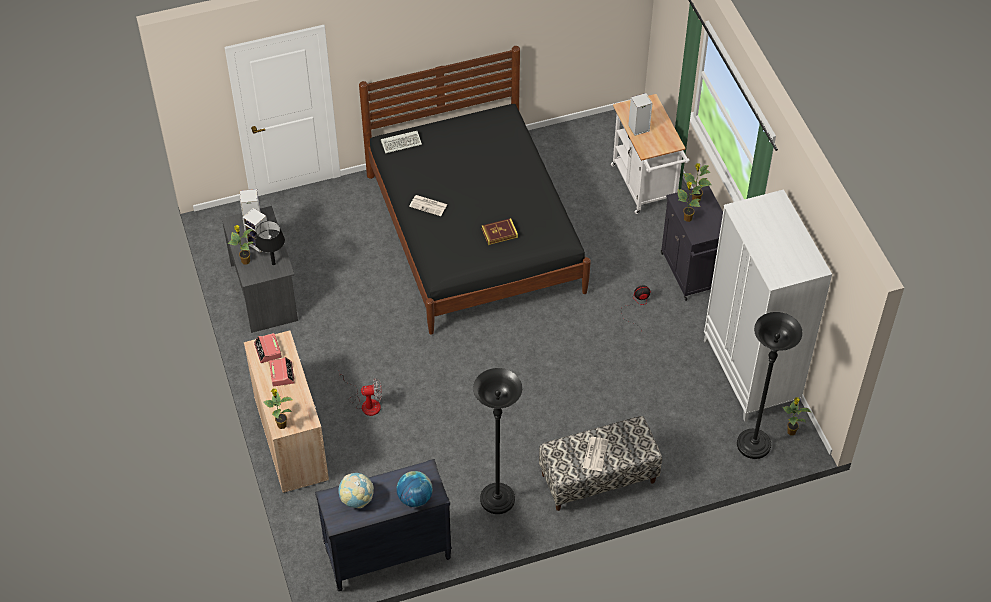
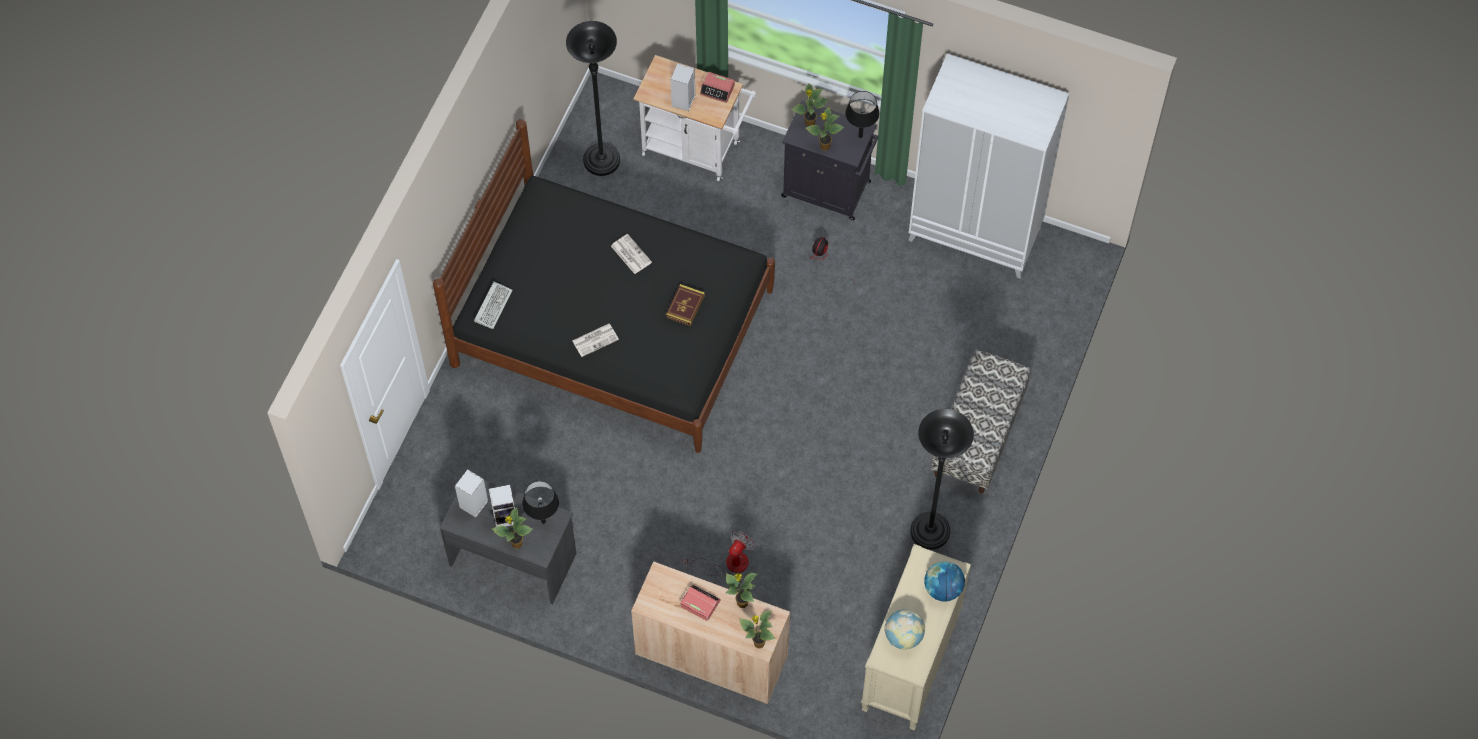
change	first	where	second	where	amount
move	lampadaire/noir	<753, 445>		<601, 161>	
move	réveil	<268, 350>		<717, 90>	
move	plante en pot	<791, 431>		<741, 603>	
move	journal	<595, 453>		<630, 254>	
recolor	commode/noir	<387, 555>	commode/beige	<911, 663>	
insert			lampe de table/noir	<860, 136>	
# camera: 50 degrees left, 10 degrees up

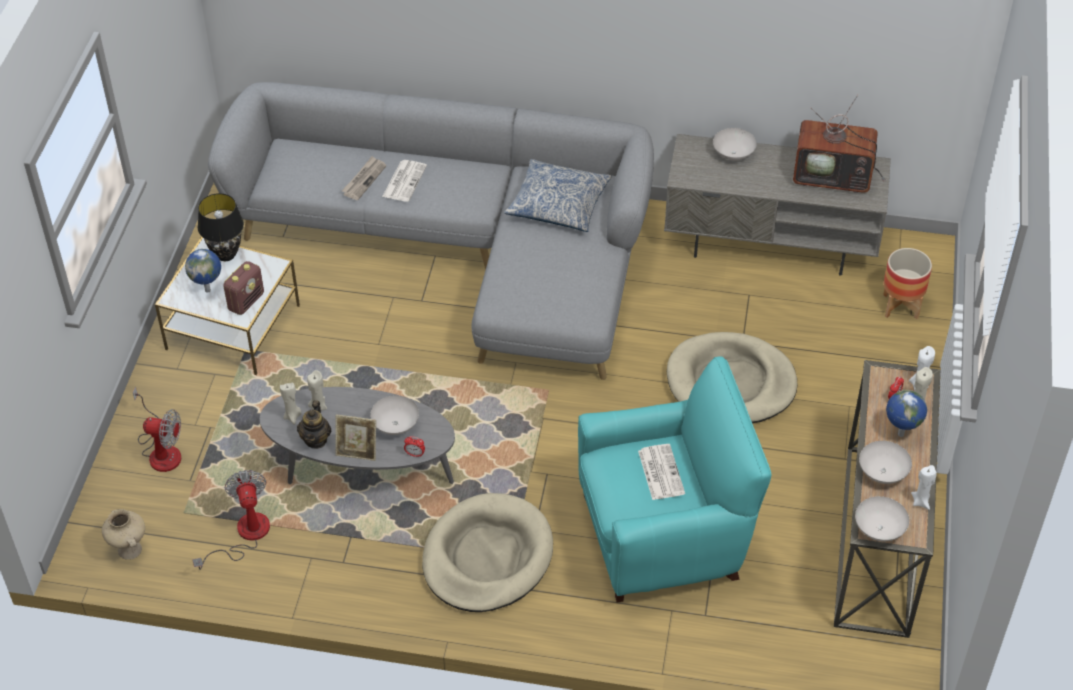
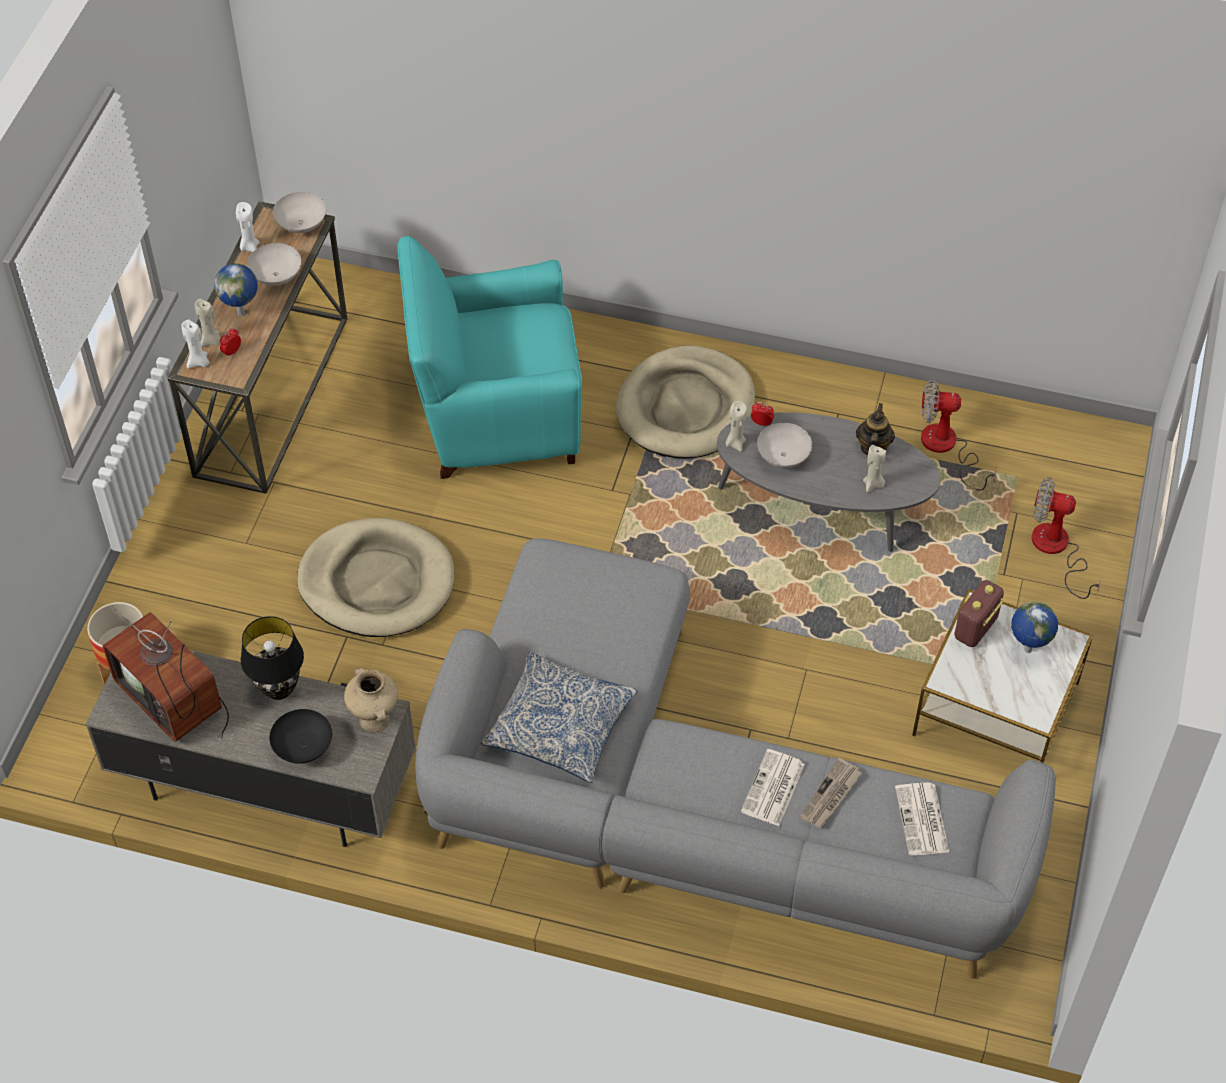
change	first	where	second	where	amount
rotate	téléviseur	<834, 176>		<175, 699>	150 degrees counterclockwise
recolor	bol/blanc	<734, 154>	bol/noir	<302, 747>	
move	lampe de table/noir	<226, 254>		<278, 690>	
move	bougie/beige	<292, 416>		<735, 443>	
delete	cadre photo	<357, 452>			
move	journal	<660, 472>		<922, 820>	
rotate	ventilateur	<244, 535>		<946, 448>	105 degrees clockwise
move	vase/beige	<129, 549>		<375, 719>	
# camera: 175 degrees left, 5 degrees up

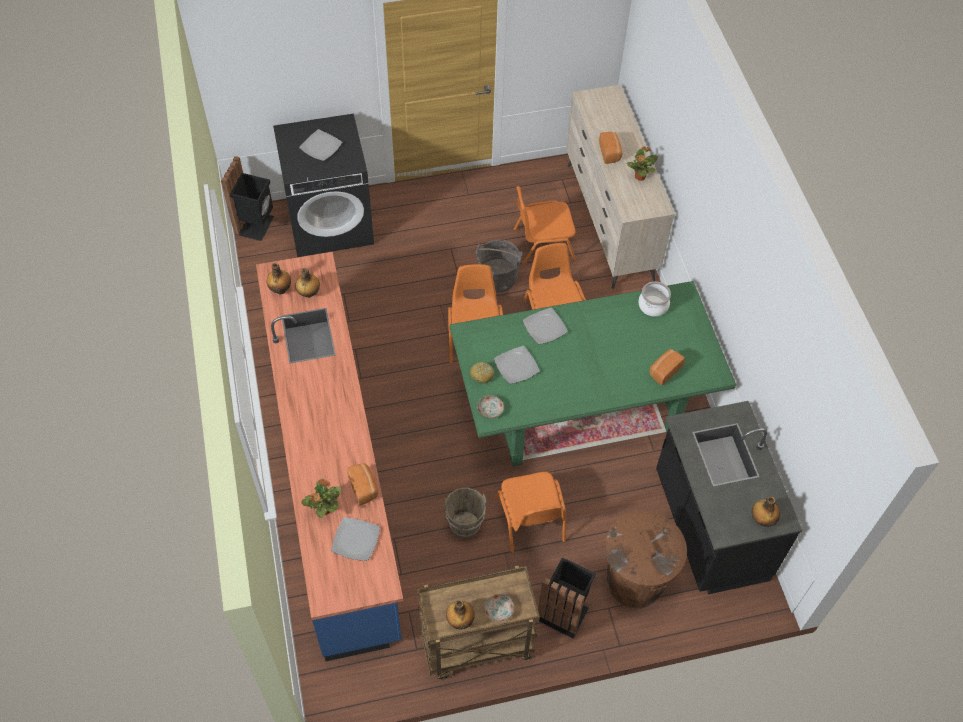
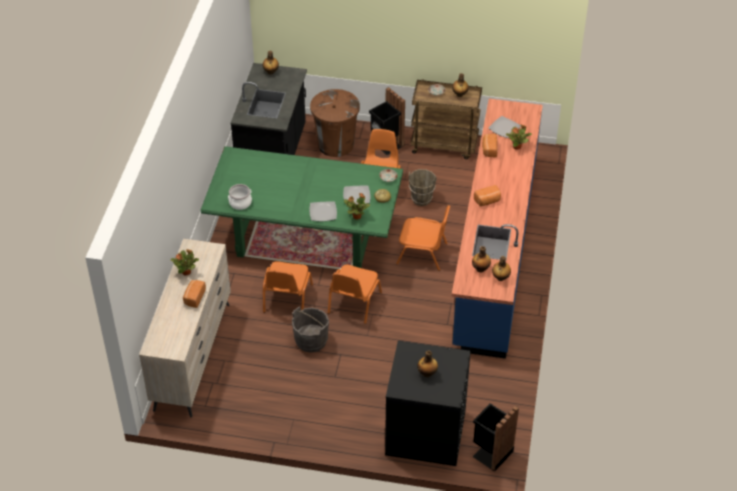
change	first	where	second	where	amount
replace	assiette	<320, 147>	bouteille	<427, 373>	
move	chaise/orange	<542, 243>		<423, 253>	
move	pain	<664, 370>		<487, 201>	
insert			plante en pot	<356, 216>	
# camera: 155 degrees left, 10 degrees down

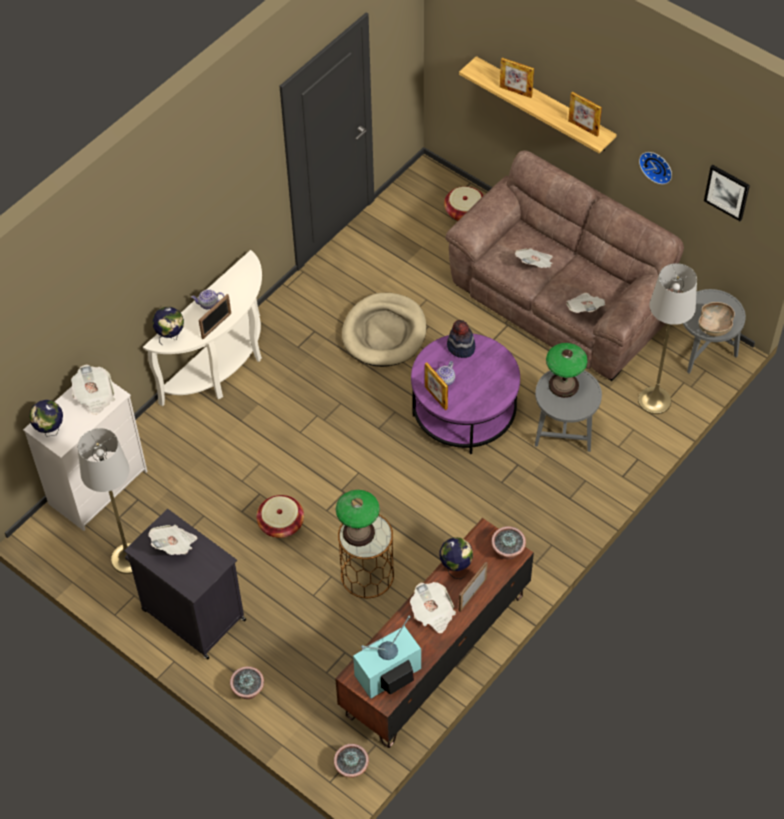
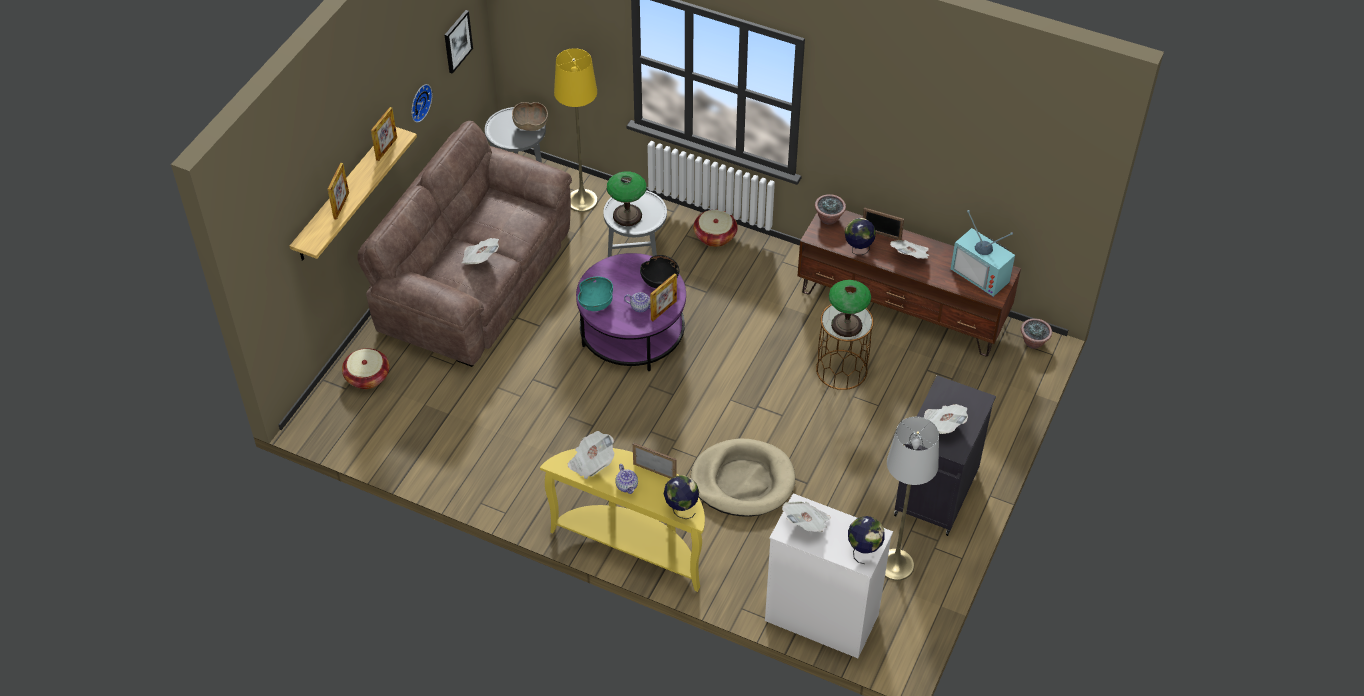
change	first	where	second	where	amount
recolor	table console/blanc	<222, 368>	table console/jaune	<633, 544>	
recolor	lampadaire/gris	<654, 400>	lampadaire/jaune	<582, 200>	
move	panier pour chien/beige	<384, 333>		<743, 481>	
move	journal	<584, 309>		<591, 462>	
replace	chapeau	<461, 347>	bol/turquoise	<596, 302>	
move	panier	<281, 523>		<715, 236>	
delete	plante en pot	<248, 690>			
insert			bol/noir	<659, 280>	
# camera: 105 degrees left, 5 degrees down

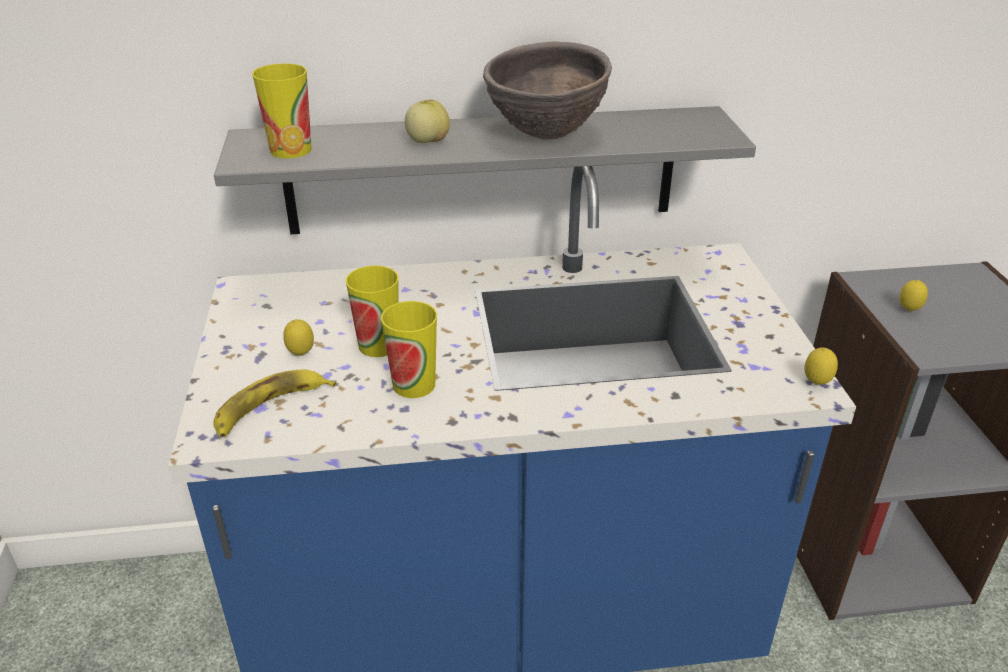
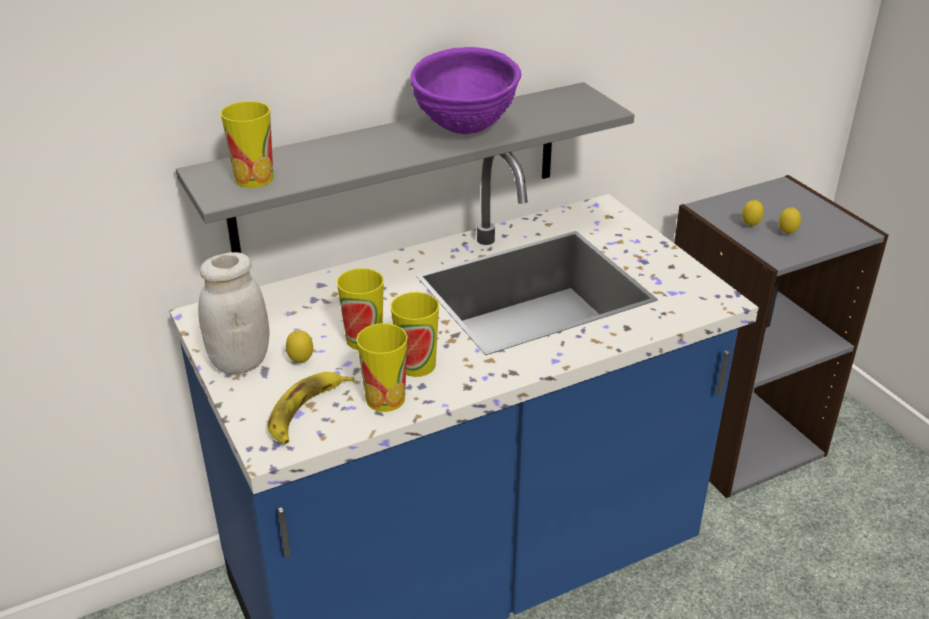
change	first	where	second	where	amount
recolor	bol/marron	<545, 135>	bol/violet	<464, 130>	
delete	pomme	<427, 141>			
move	citron	<816, 384>		<787, 233>	
insert			bocal/blanc	<240, 362>	
insert			tasse	<385, 399>	
# camera: 20 degrees left, 0 degrees up

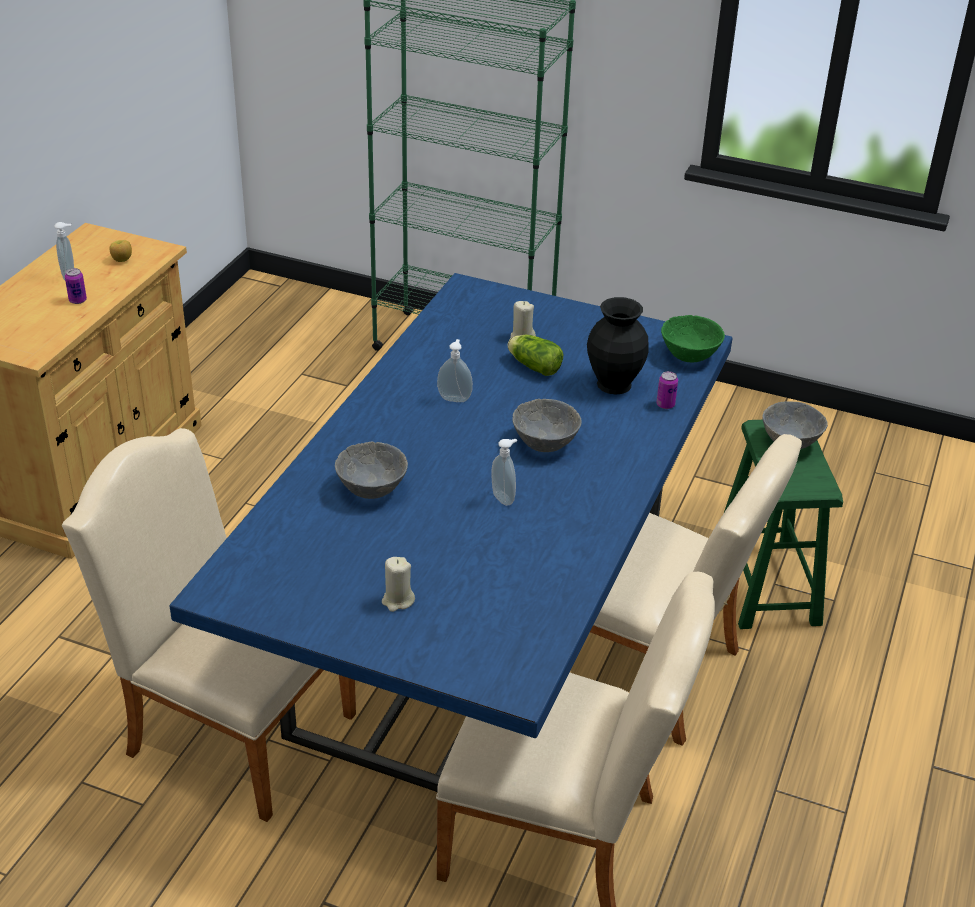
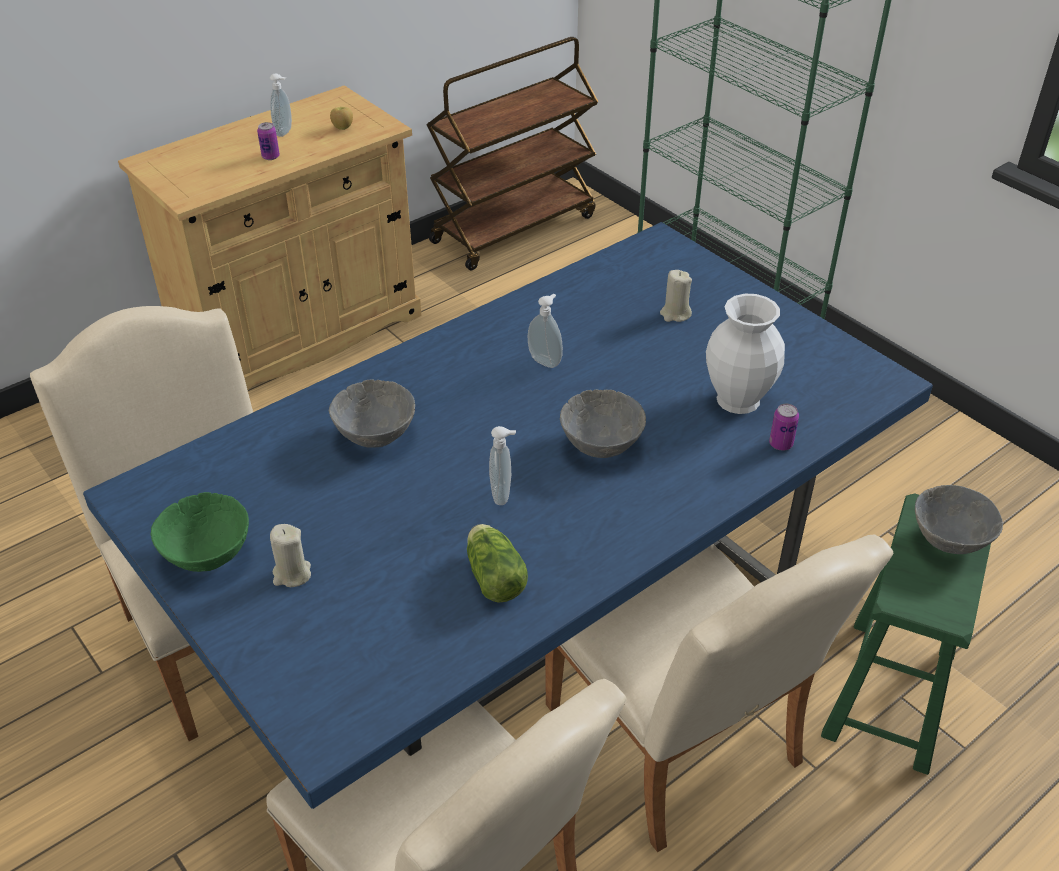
change	first	where	second	where	amount
recolor	vase/noir	<615, 384>	vase/blanc	<739, 400>	
move	bol/vert	<690, 355>		<208, 555>	
move	laitue	<533, 366>		<493, 575>	
insert			chariot/marron	<514, 228>	
# camera: 30 degrees right, 5 degrees up

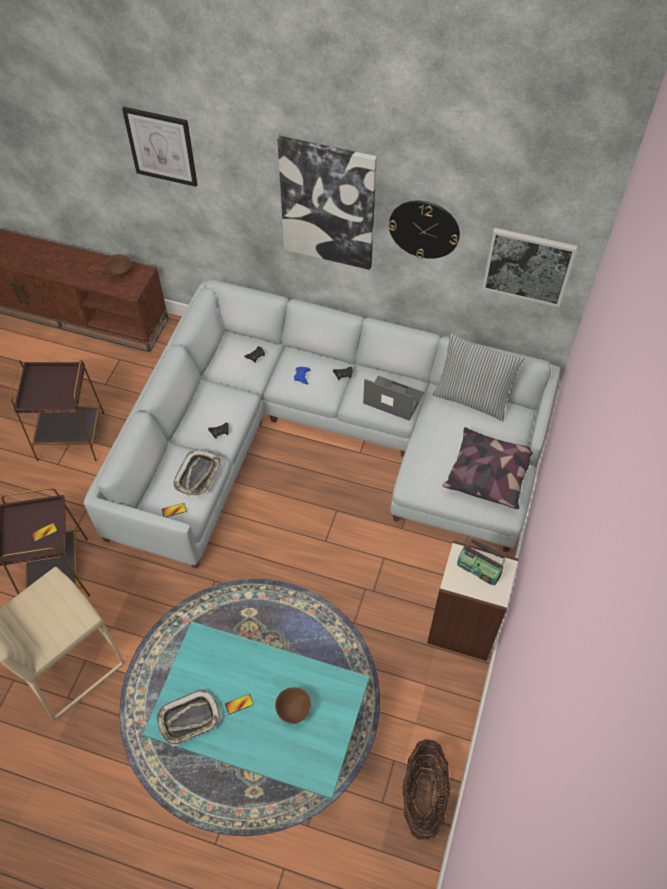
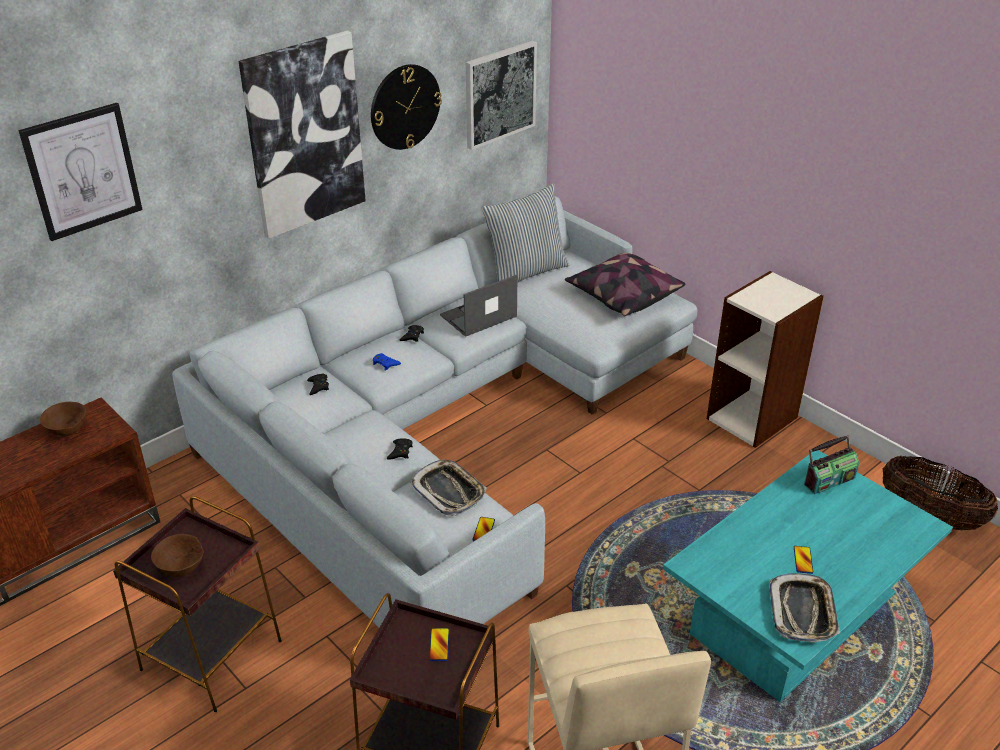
change	first	where	second	where	amount
move	radio	<479, 569>		<828, 480>	
move	bol/marron	<294, 710>		<182, 569>	
# camera: 60 degrees left, 20 degrees down

